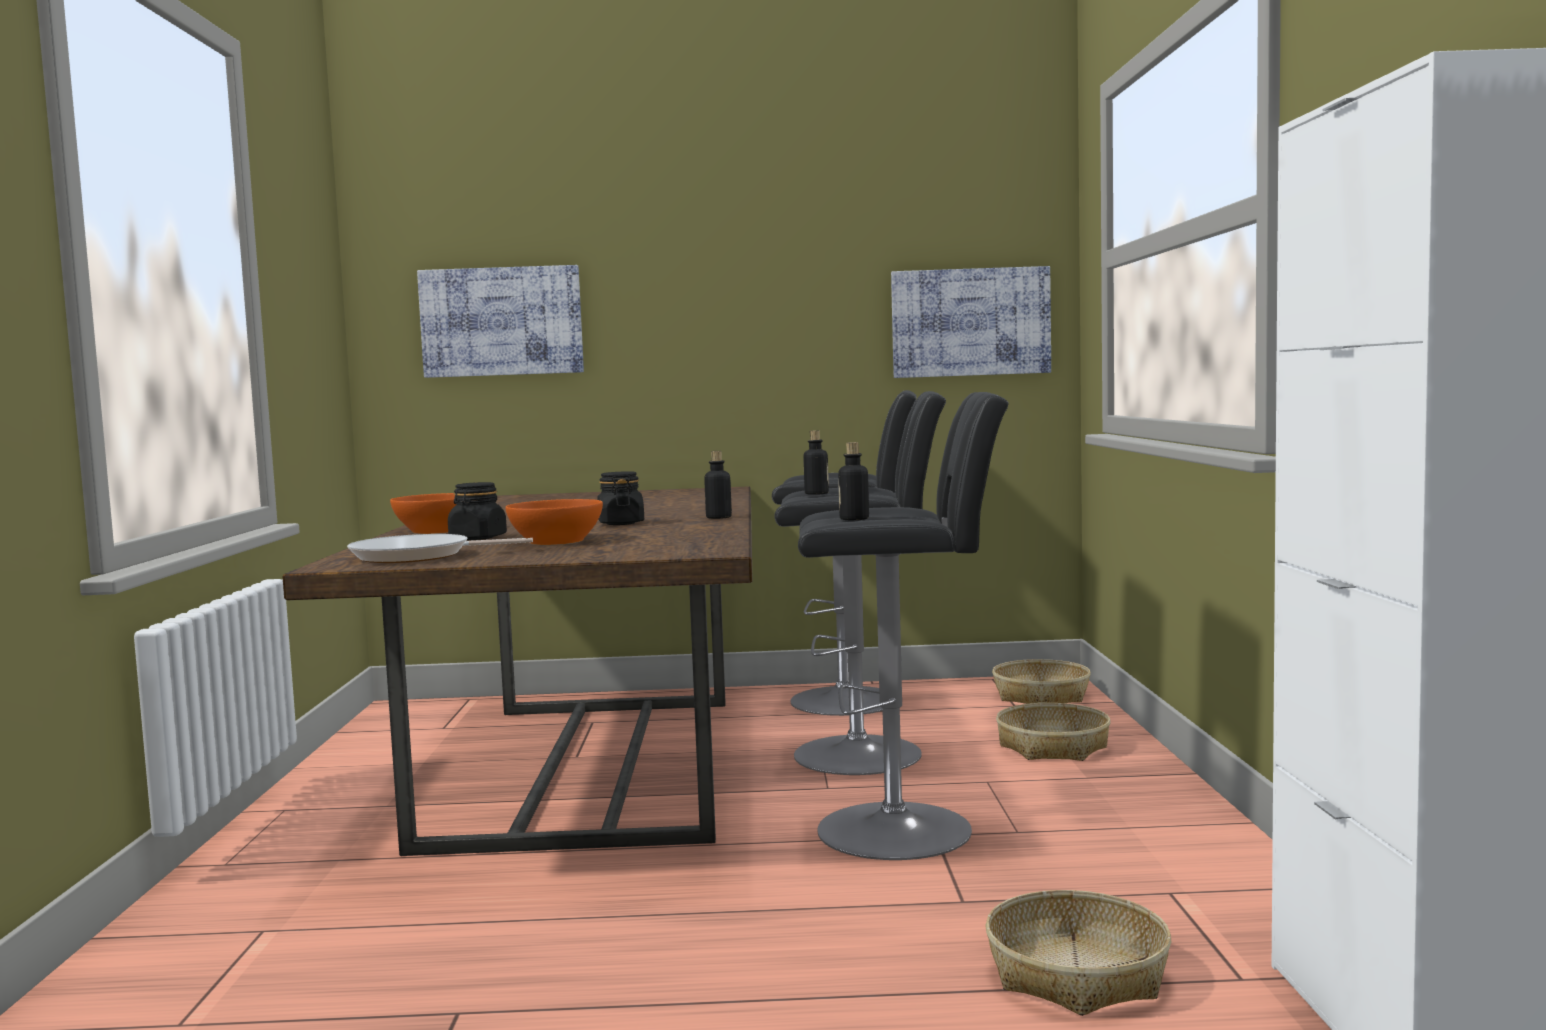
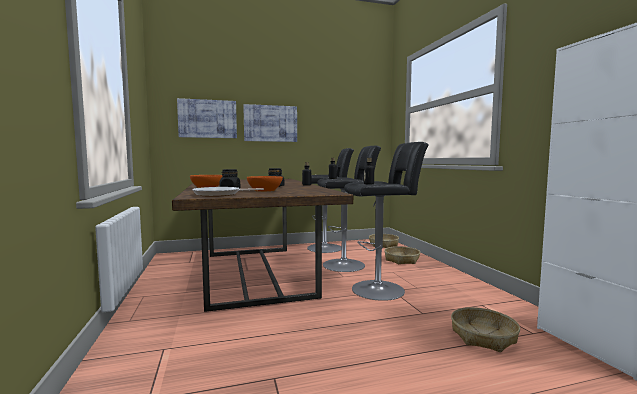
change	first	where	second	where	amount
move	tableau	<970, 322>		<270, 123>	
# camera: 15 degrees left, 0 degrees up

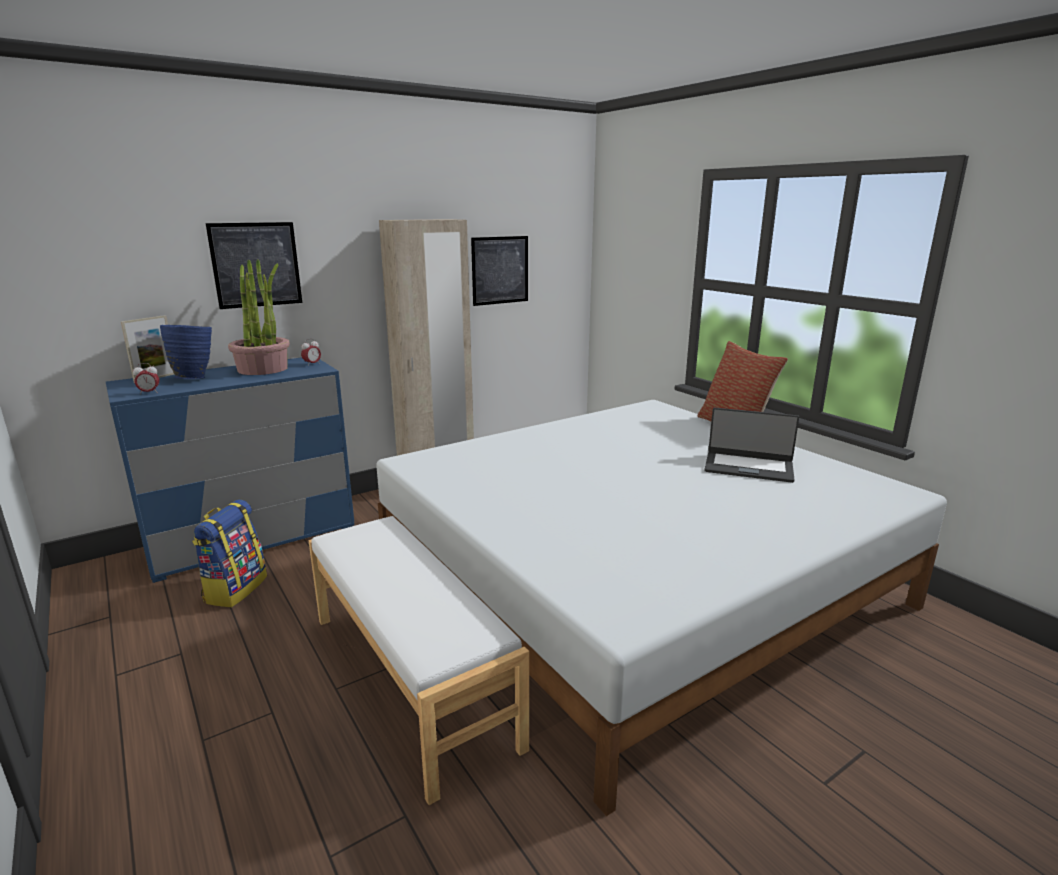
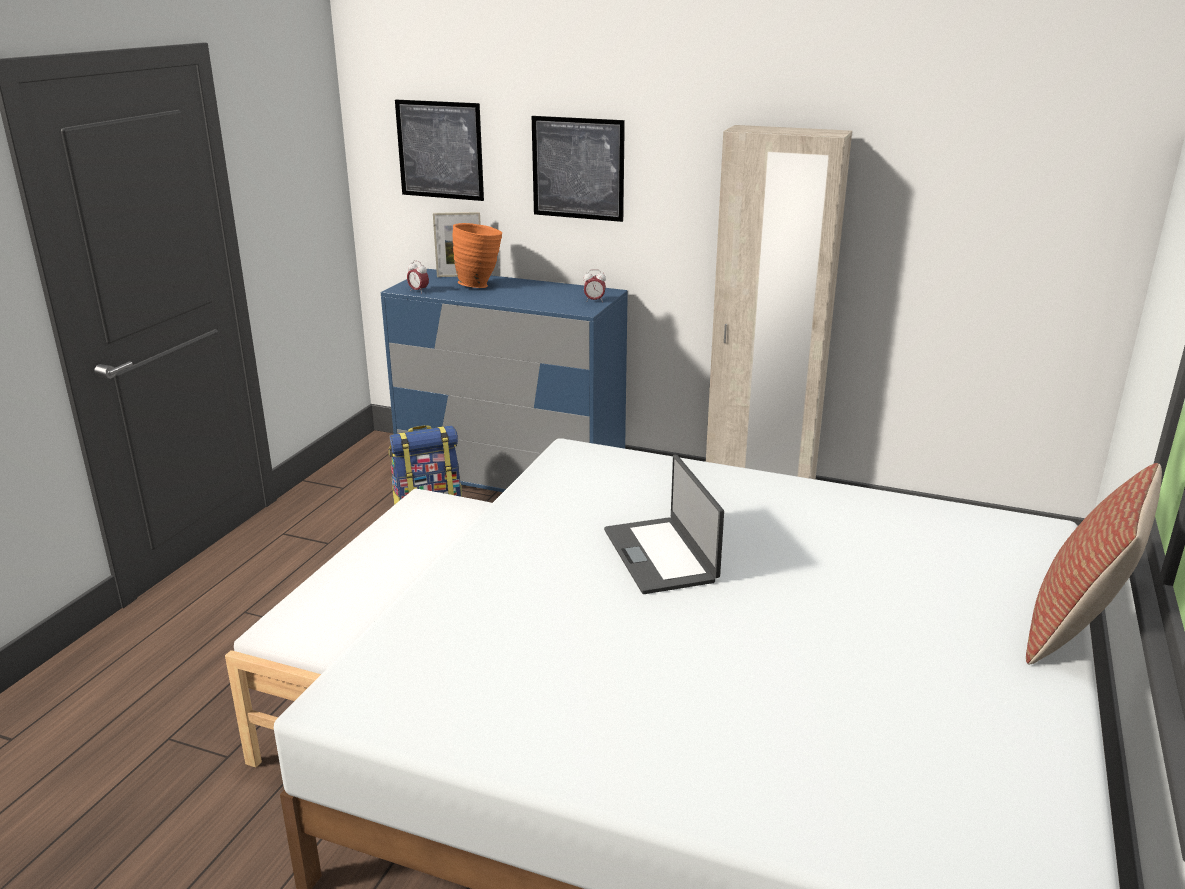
change	first	where	second	where	amount
move	tableau	<500, 270>		<440, 150>	
delete	plante en pot	<263, 369>			
recolor	vase/bleu	<195, 378>	vase/orange	<480, 285>	
move	ordinateur portable	<748, 467>		<661, 555>	
# camera: 55 degrees right, 5 degrees up

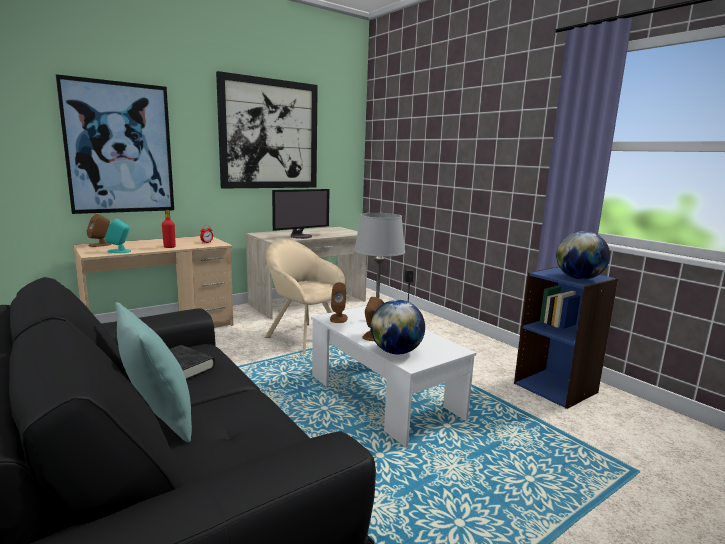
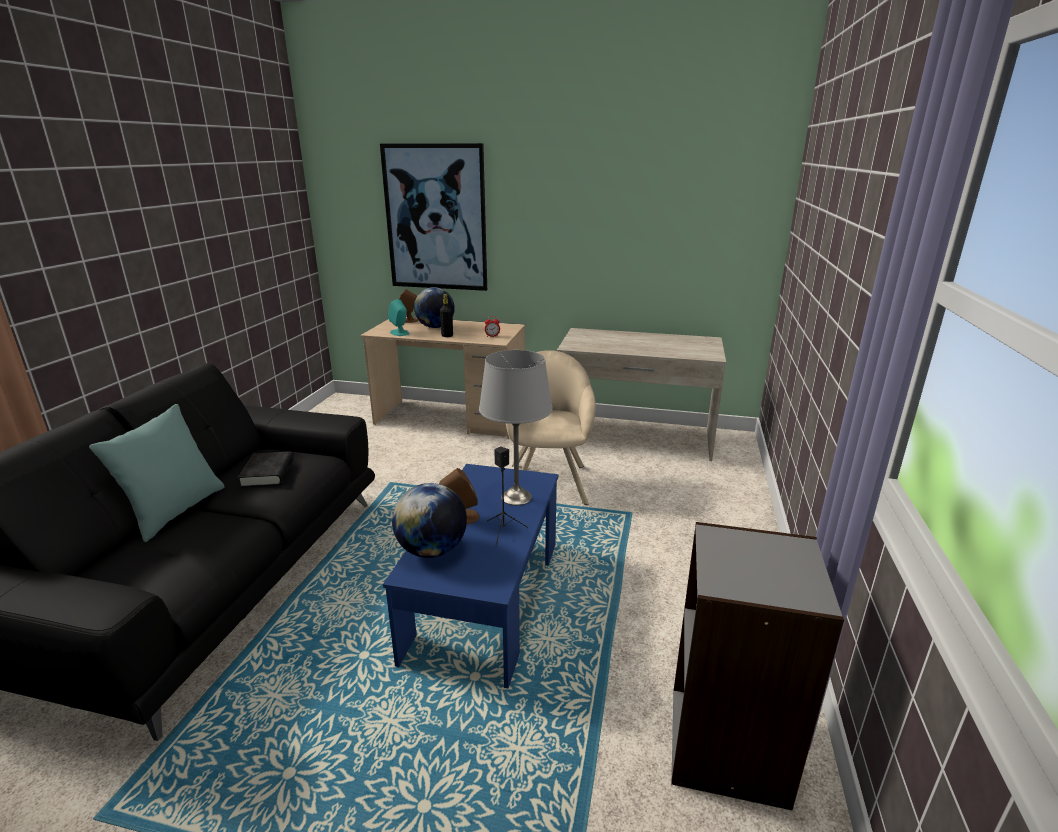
change	first	where	second	where	amount
delete	tableau	<269, 134>			
delete	écran d'ordinateur	<301, 236>			
recolor	bouteille/rouge	<169, 247>	bouteille/noir	<447, 335>	
move	globe	<579, 278>		<435, 327>	
recolor	bibliothèque/bleu	<556, 387>	bibliothèque/gris	<728, 745>	
delete	enceinte/marron	<338, 318>			
recolor	table basse/blanc	<383, 397>	table basse/bleu	<486, 598>	
# camera: 50 degrees right, 10 degrees up

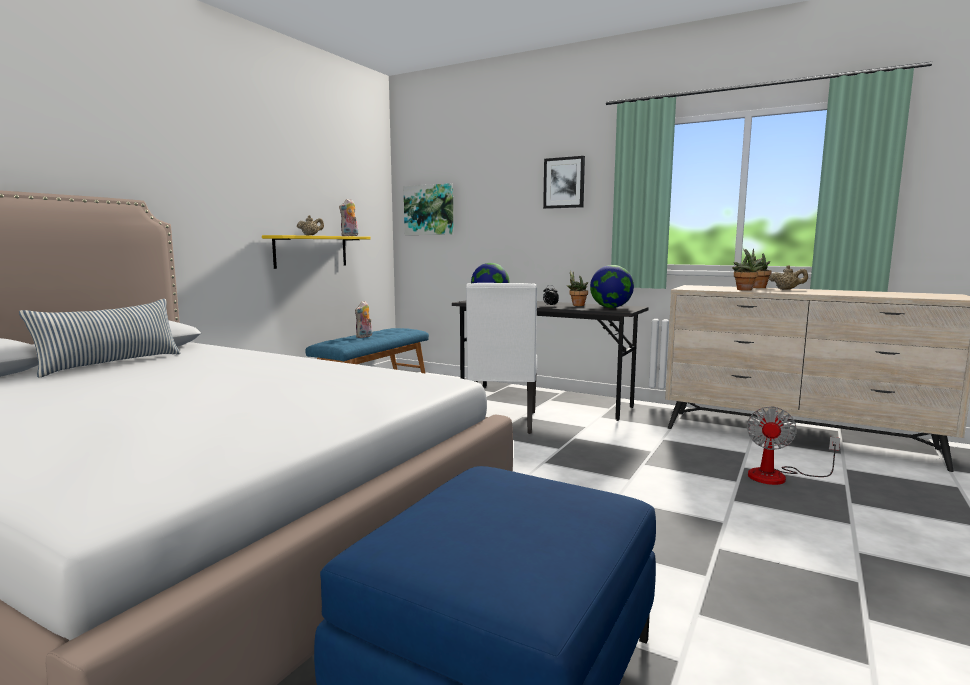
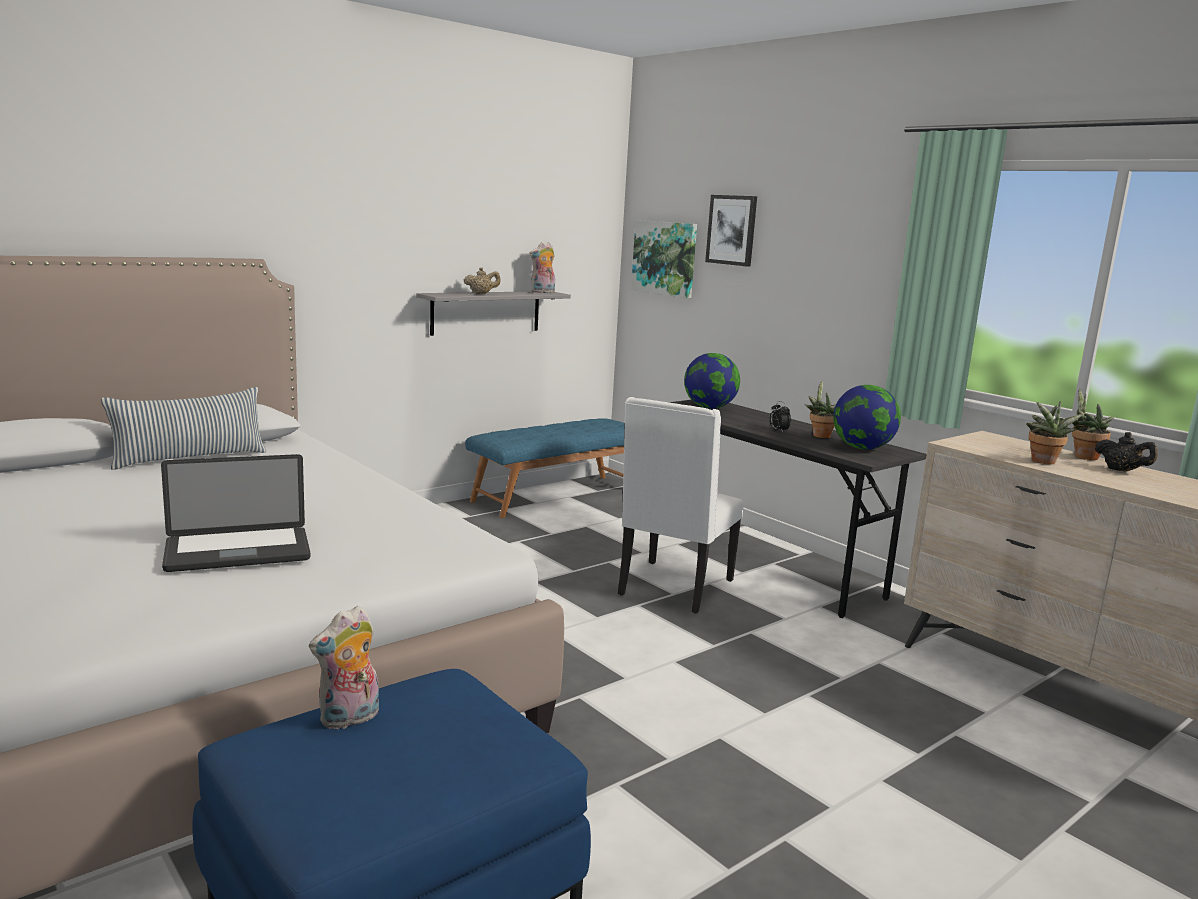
change	first	where	second	where	amount
move	tableau	<564, 183>		<732, 230>	
recolor	étagère/jaune	<311, 251>	étagère/gris	<486, 312>	
recolor	théière/beige	<787, 289>	théière/noir	<1121, 470>	
move	peluche	<364, 336>		<349, 719>	
delete	ventilateur	<778, 476>			
insert			ordinateur portable	<238, 552>	
# camera: 20 degrees right, 5 degrees up

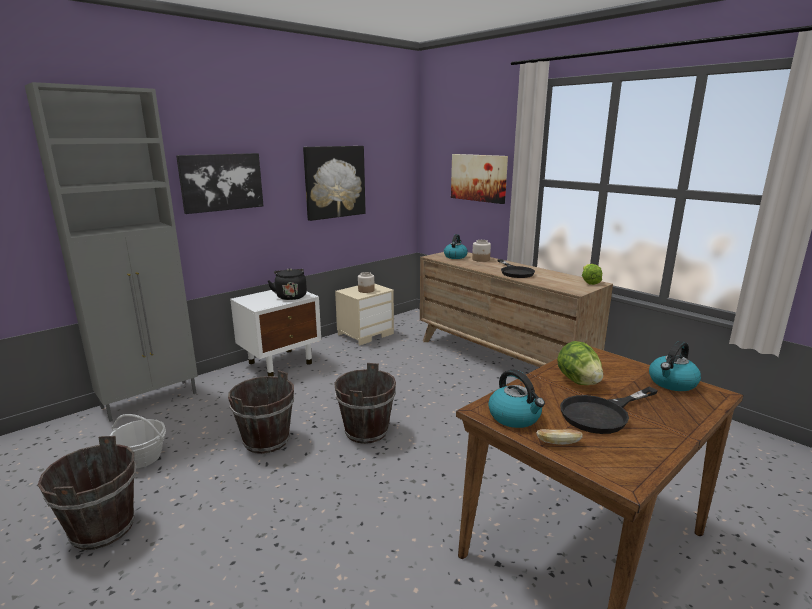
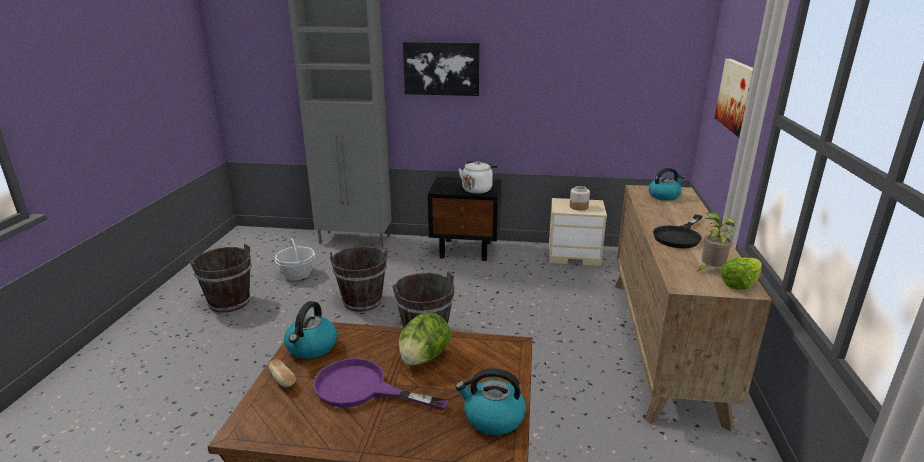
change	first	where	second	where	amount
delete	tableau	<334, 182>			
delete	bocal	<481, 259>			
recolor	bouilloire/noir	<290, 296>	bouilloire/blanc	<477, 189>	
recolor	table de chevet/blanc	<281, 362>	table de chevet/noir	<466, 250>	
recolor	poêle/noir	<602, 414>	poêle/violet	<362, 389>	
insert			plante en pot	<710, 270>	
# camera: 50 degrees right, 5 degrees up

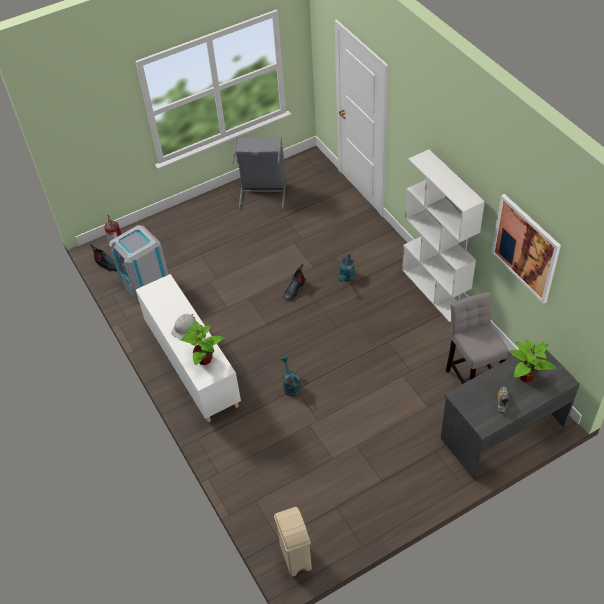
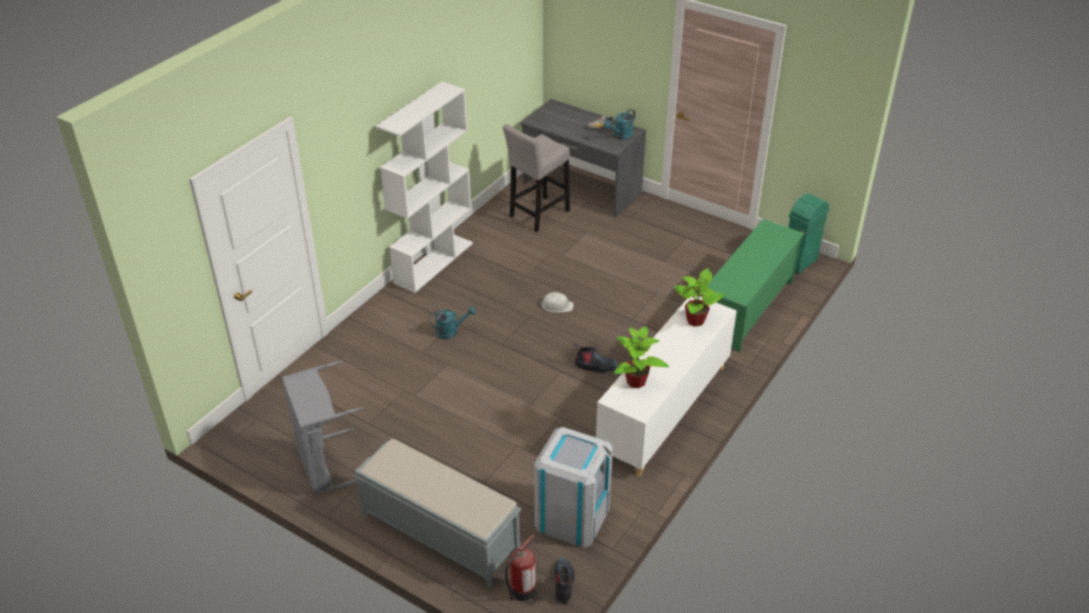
change	first	where	second	where	amount
delete	tableau	<525, 248>			
move	botte	<294, 289>		<595, 367>	
move	casque de chantier/blanc	<184, 327>		<556, 306>	
move	plante en pot	<526, 376>		<636, 382>	
move	arrosoir/turquoise	<290, 385>		<621, 136>	
recolor	poubelle/beige	<295, 558>	poubelle/vert	<800, 262>	
insert			étagère à chaussures/vert	<747, 308>	
insert			banc/gris	<439, 532>	
# camera: 120 degrees left, 10 degrees down

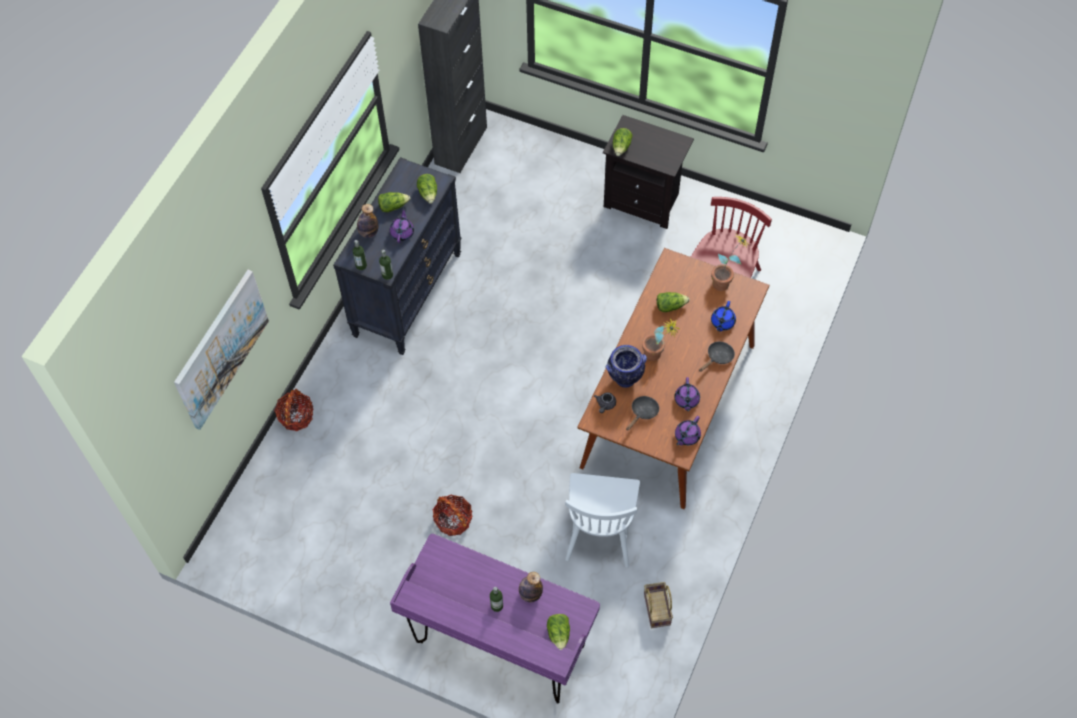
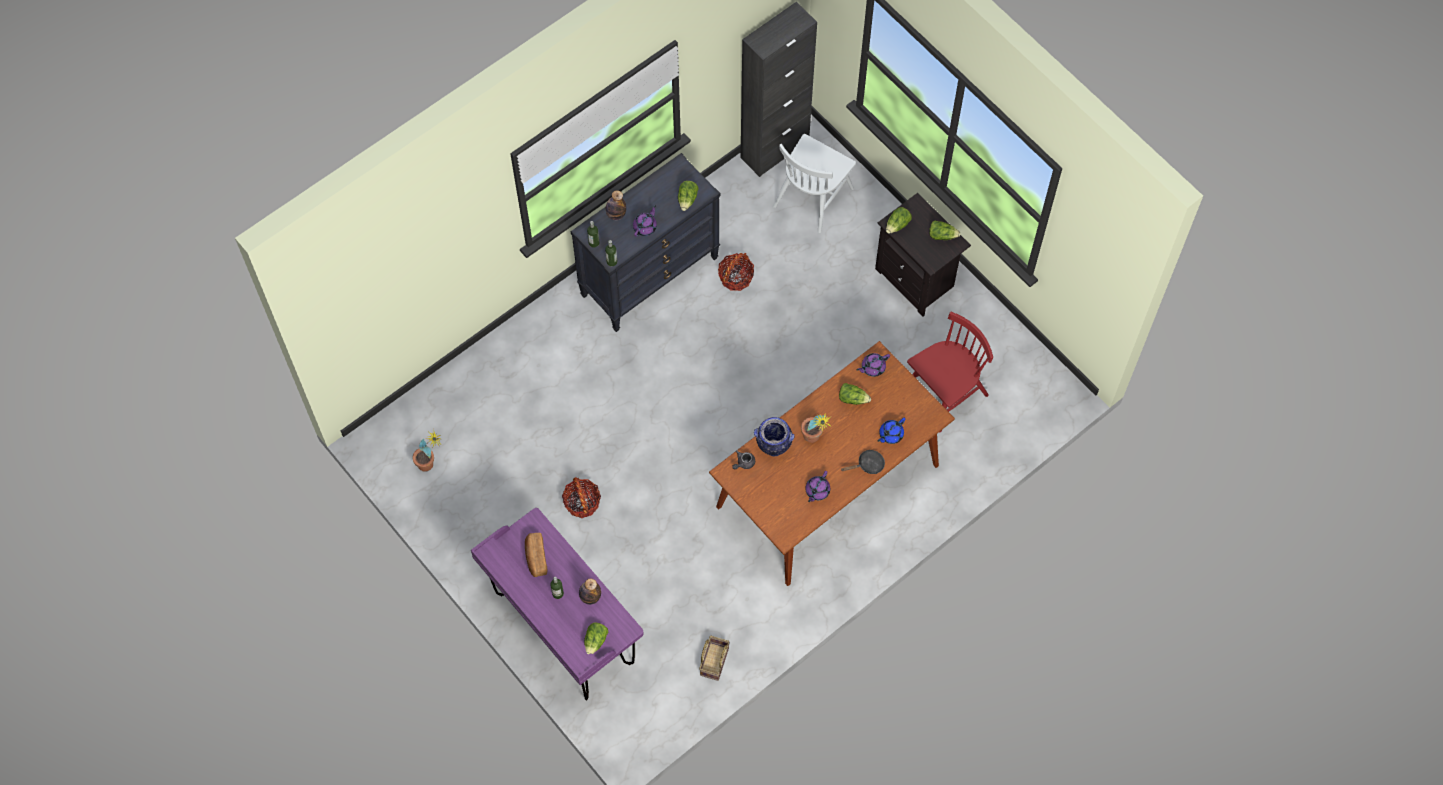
change	first	where	second	where	amount
move	laitue	<393, 206>		<942, 235>	
move	plante en pot	<725, 282>		<430, 464>	
delete	tableau	<221, 349>			
move	panier	<296, 416>		<736, 277>	
delete	poêle/noir	<643, 412>			
move	théière/violet	<686, 436>		<872, 367>	
move	chaise/blanc	<600, 531>		<813, 196>	
insert			pain	<536, 558>	
# camera: 25 degrees right, 5 degrees up

